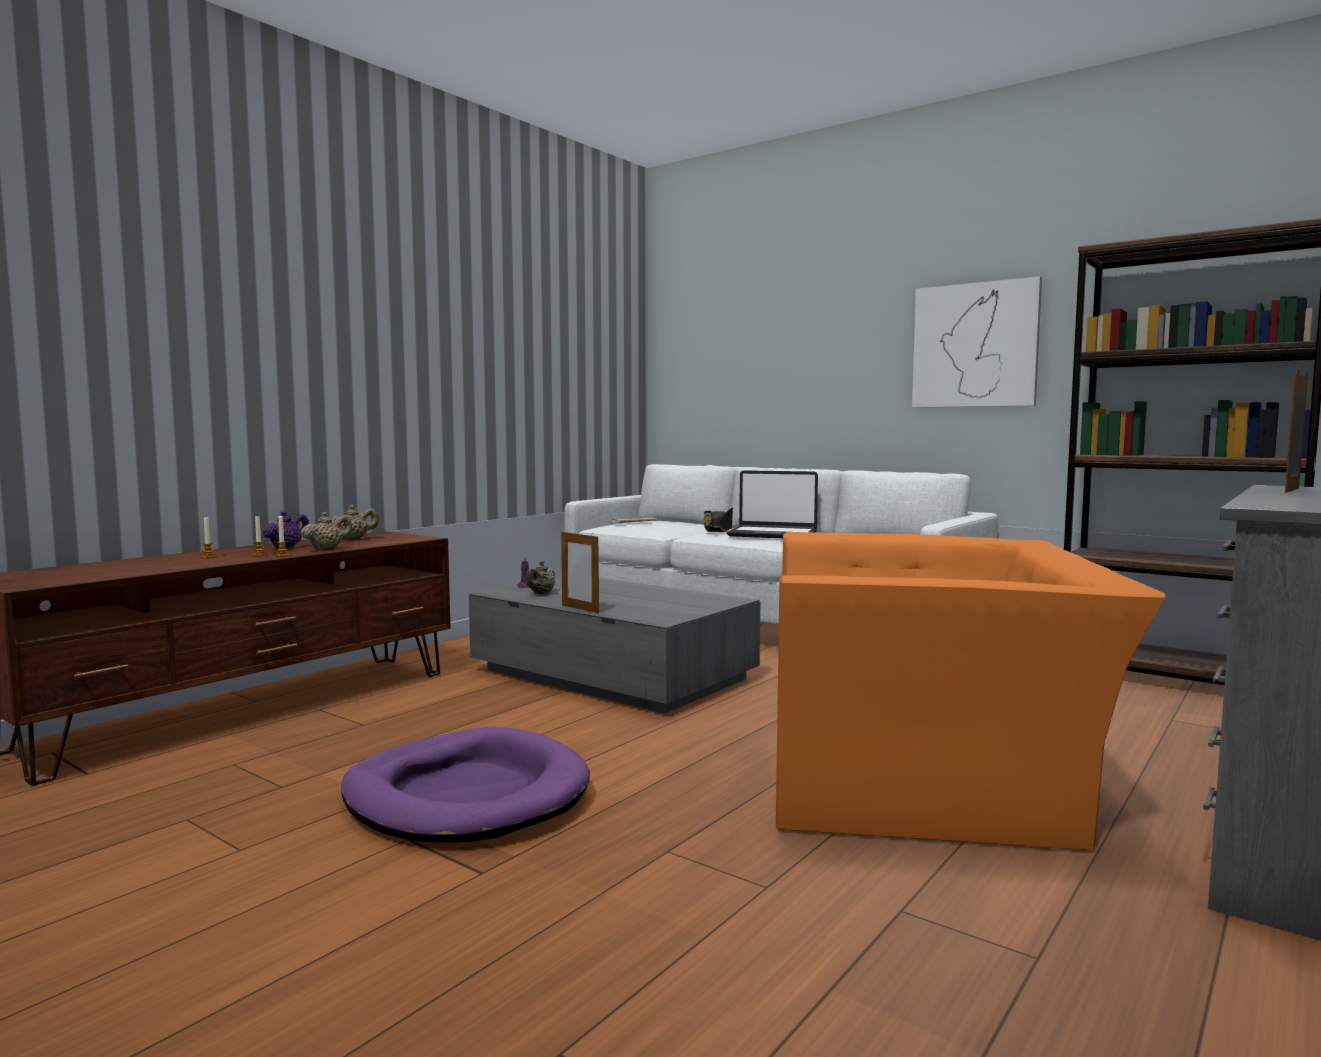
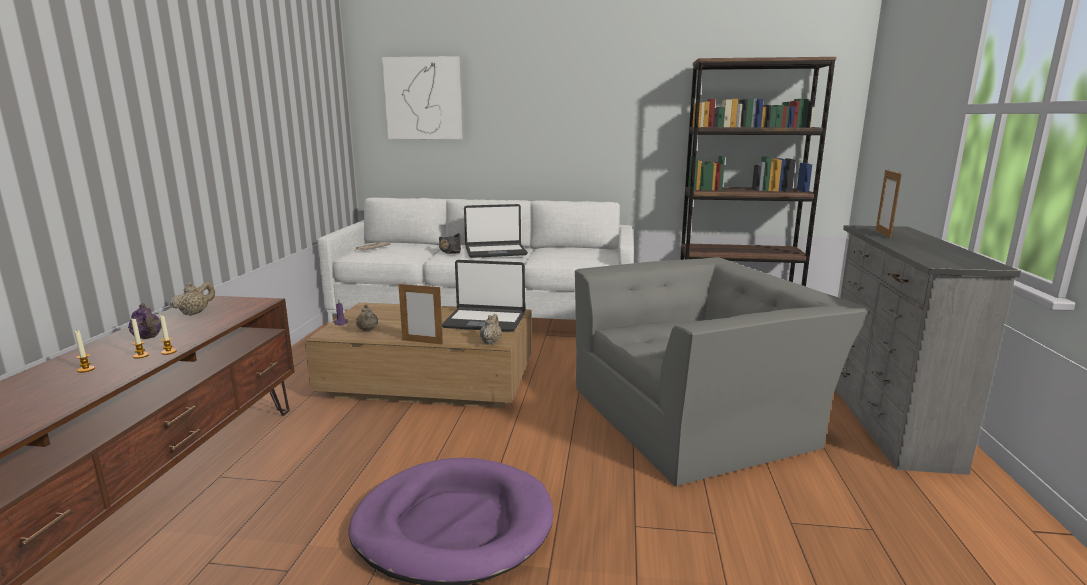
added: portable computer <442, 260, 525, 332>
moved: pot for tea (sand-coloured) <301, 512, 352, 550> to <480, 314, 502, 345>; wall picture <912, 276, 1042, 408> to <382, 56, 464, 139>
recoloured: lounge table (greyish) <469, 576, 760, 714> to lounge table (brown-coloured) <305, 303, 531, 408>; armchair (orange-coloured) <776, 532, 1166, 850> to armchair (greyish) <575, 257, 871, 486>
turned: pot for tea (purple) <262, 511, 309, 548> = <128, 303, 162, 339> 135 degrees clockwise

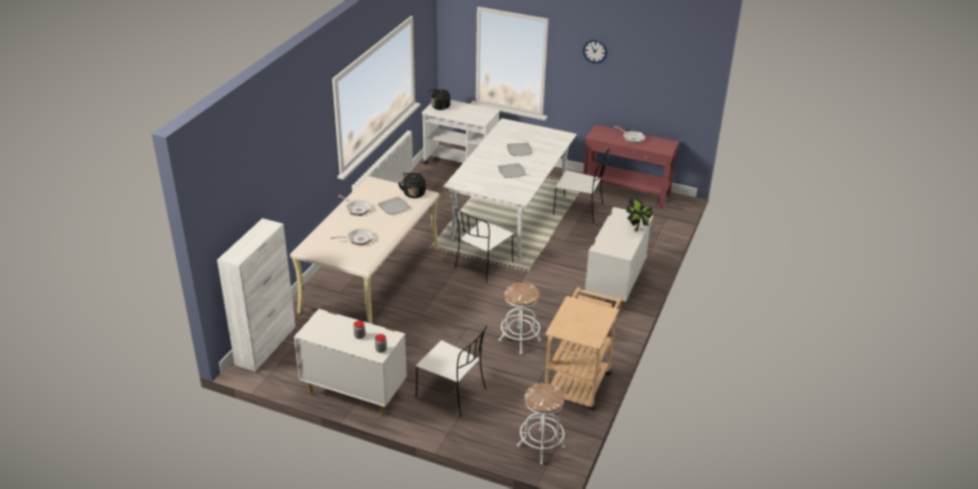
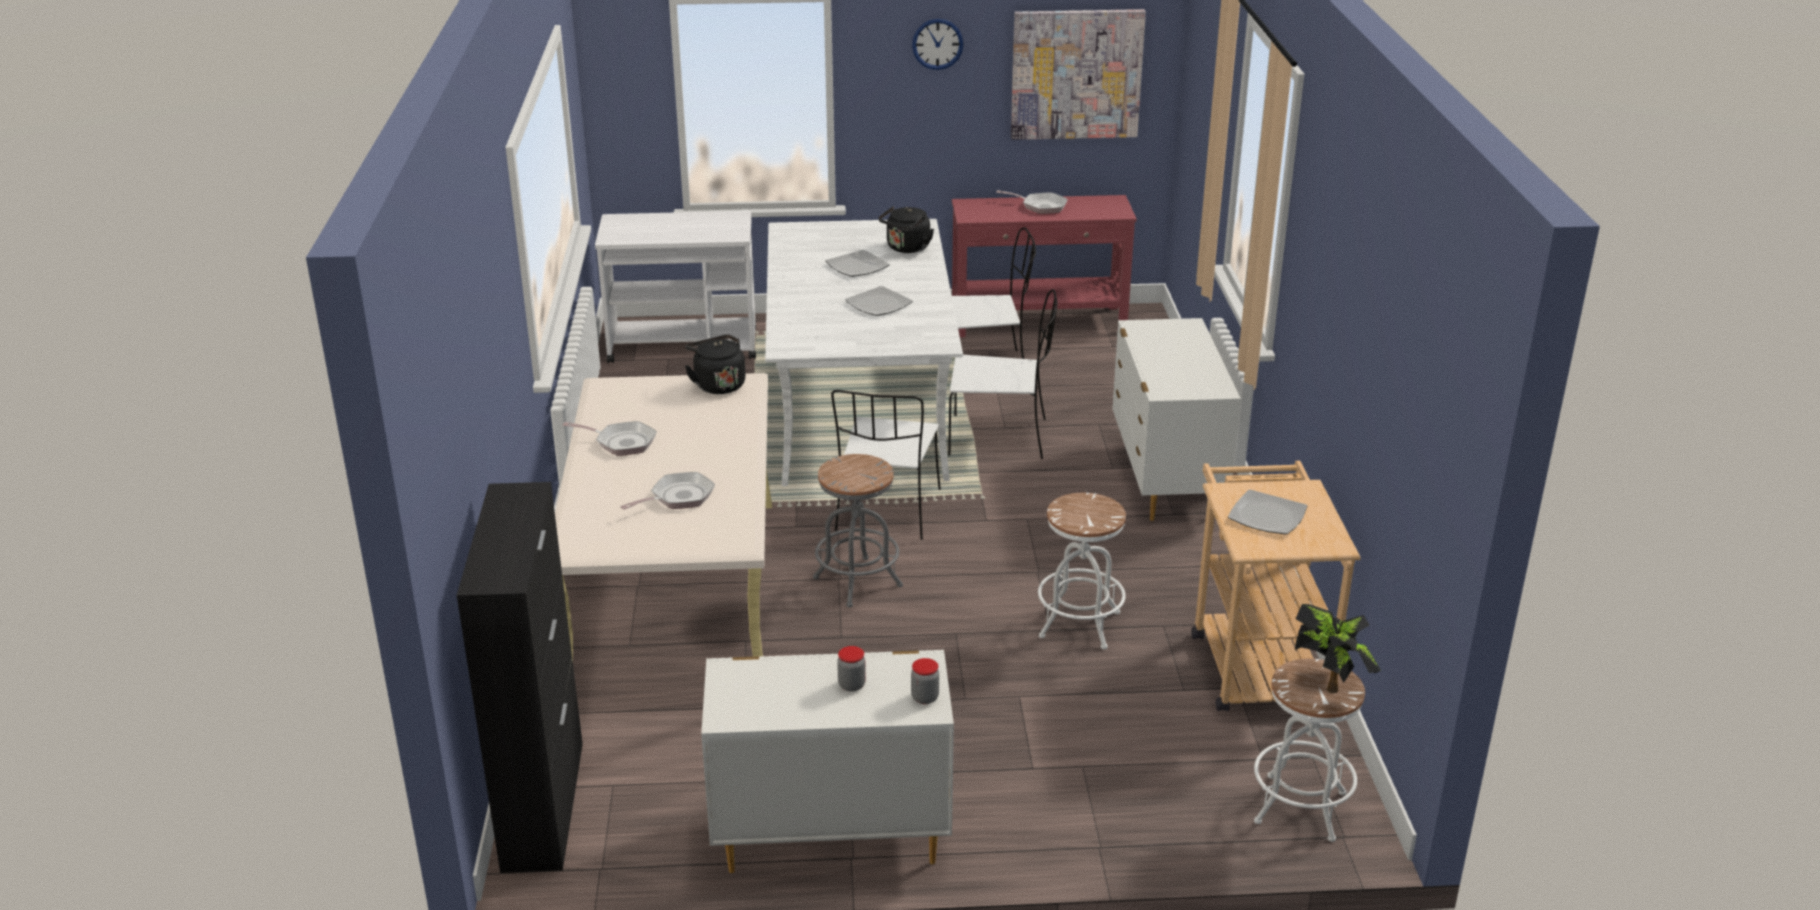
added: sitting stool (greyish) <813, 454, 903, 607>; wall picture <1011, 9, 1146, 140>
moved: dinner plate <378, 197, 410, 215> to <1228, 490, 1307, 534>; plain chair (whitish) <416, 325, 487, 417> to <948, 289, 1057, 459>; tea kettle (black-coloured) <428, 88, 450, 110> to <879, 206, 934, 253>; plant in a pot <626, 197, 652, 232> to <1295, 604, 1381, 693>
recoloured: storage cabinet (whitish) <217, 218, 296, 372> to storage cabinet (black-coloured) <457, 482, 583, 873>

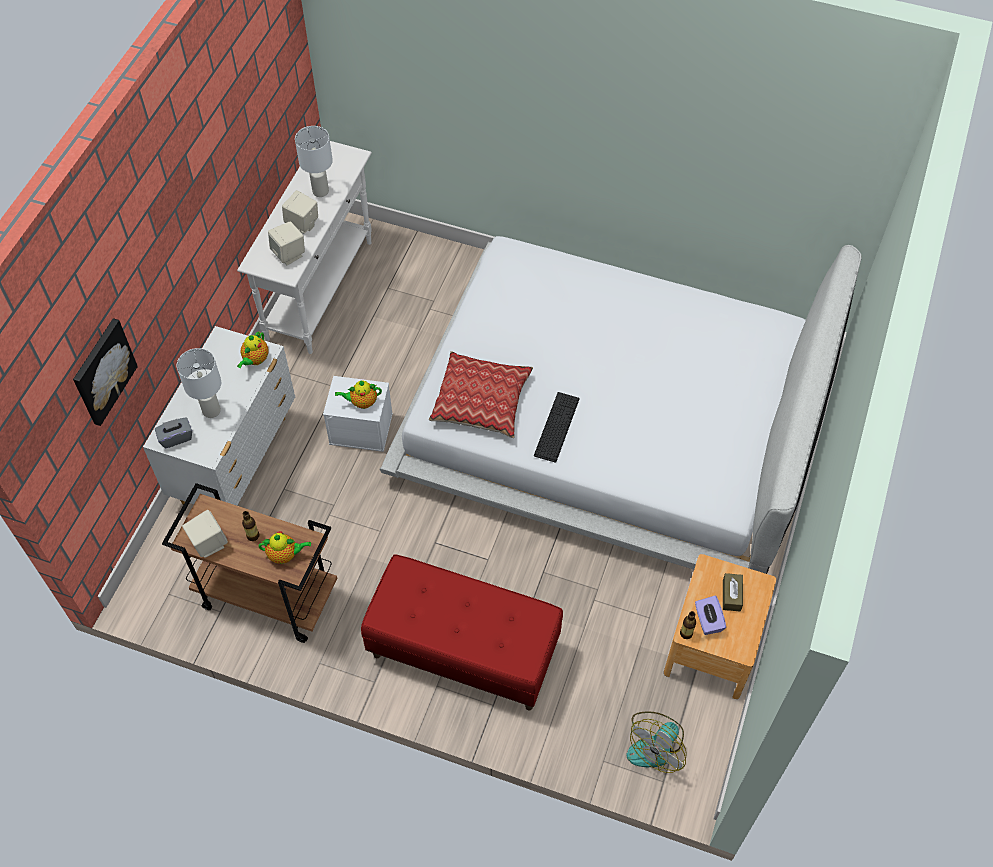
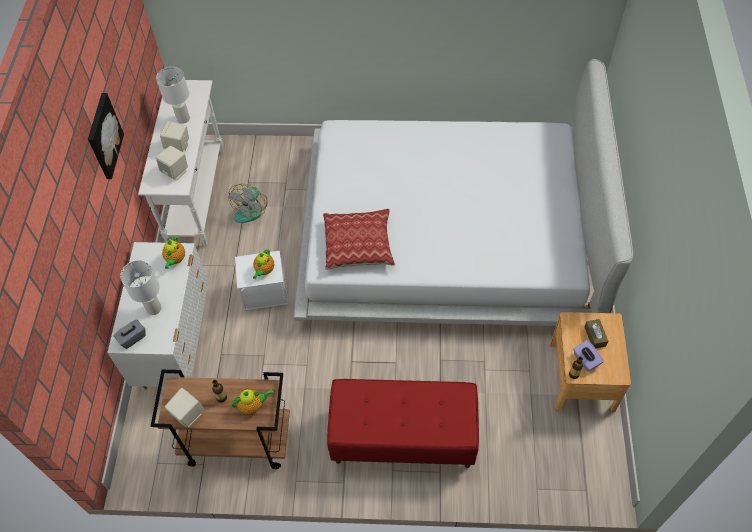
removed: PC keyboard <534, 392, 580, 463>
moved: wall picture <73, 318, 138, 426> to <88, 93, 124, 179>; electric fan <627, 712, 687, 773> to <228, 184, 268, 223>
turned: pot for tea <335, 381, 382, 409> = <253, 249, 274, 279> 45 degrees counterclockwise

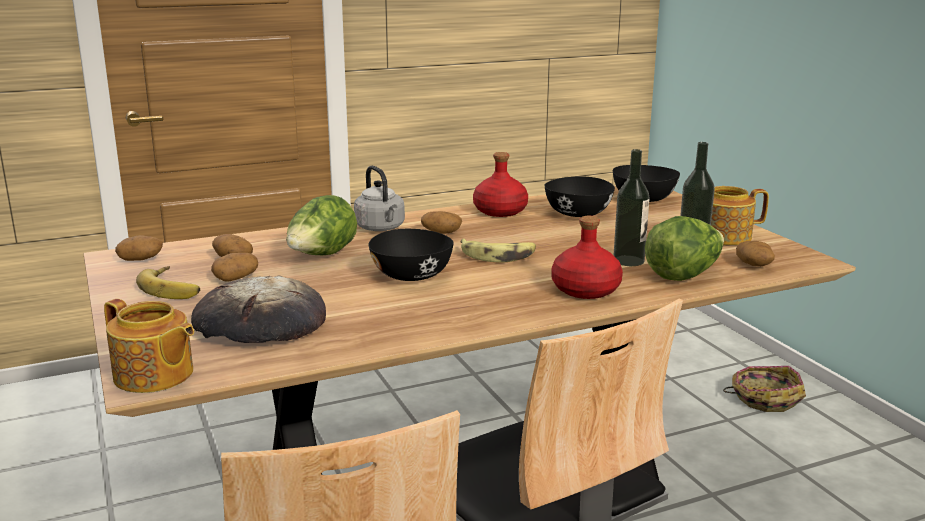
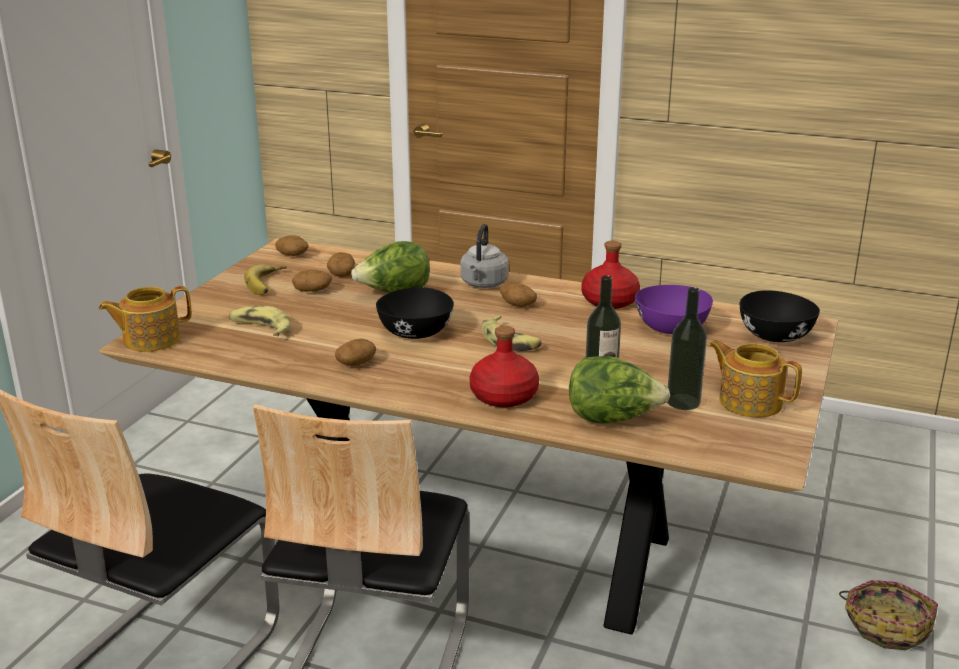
moved: whole potato <736, 241, 775, 266> to <335, 339, 376, 366>
replaced: bread <191, 276, 326, 343> to whole banana <229, 306, 291, 336>
recoloured: bowl (black-coloured) <545, 176, 615, 217> to bowl (purple) <635, 285, 713, 334>
turned: pot for tea <104, 299, 194, 393> = <99, 286, 192, 352> 75 degrees clockwise

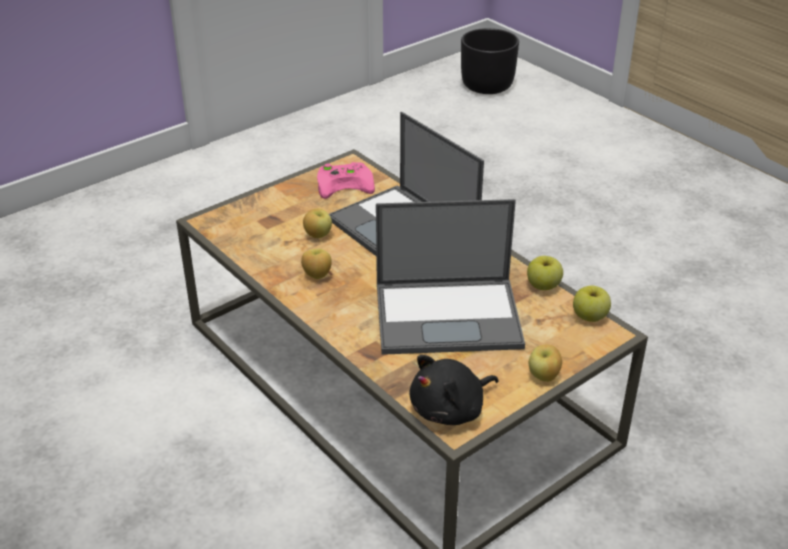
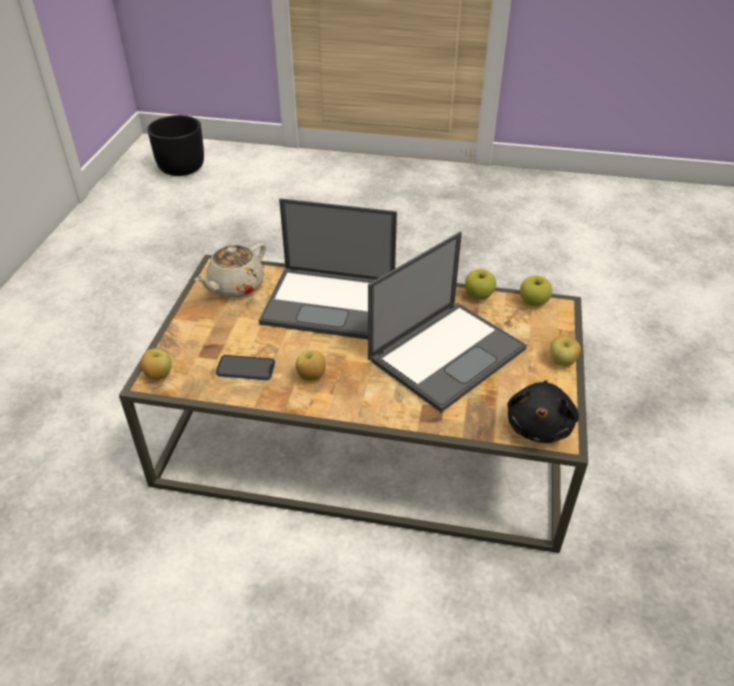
added: telephone <216, 355, 275, 380>
moved: whole apple <303, 208, 332, 238> to <141, 349, 172, 380>
replaced: joypad (pinkish) <317, 162, 375, 199> to pot for tea (sand-coloured) <195, 243, 266, 297>

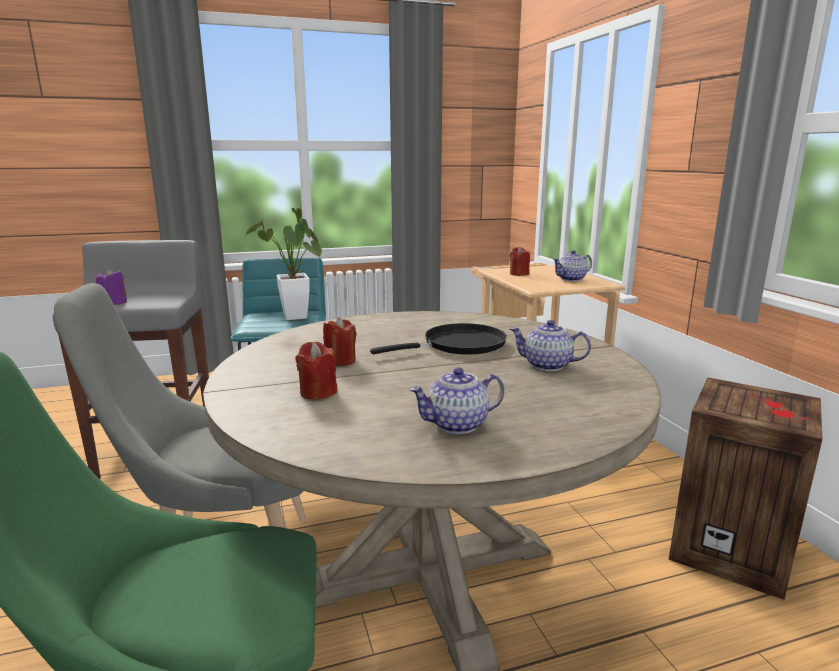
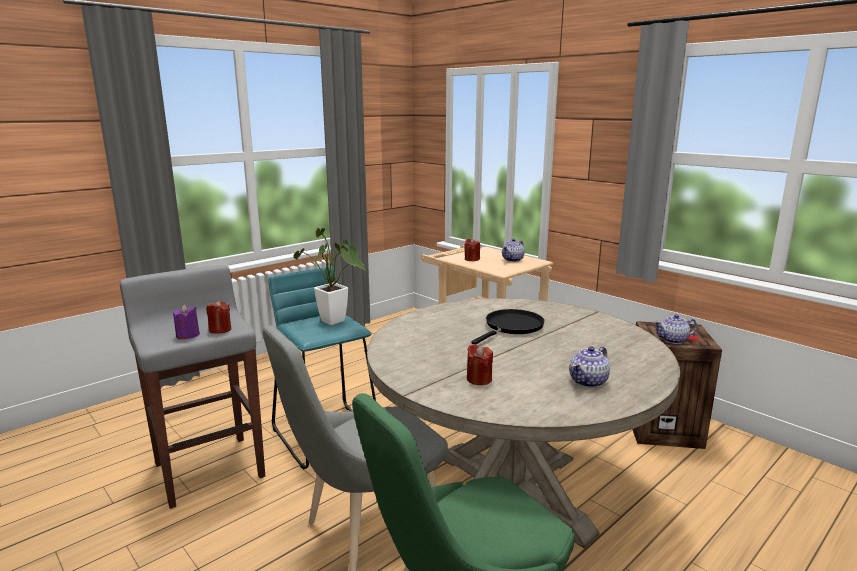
moved: wax light (red-coloured) <323, 317, 357, 366> to <206, 300, 231, 334>; pot for tea <509, 320, 591, 371> to <654, 314, 697, 344>

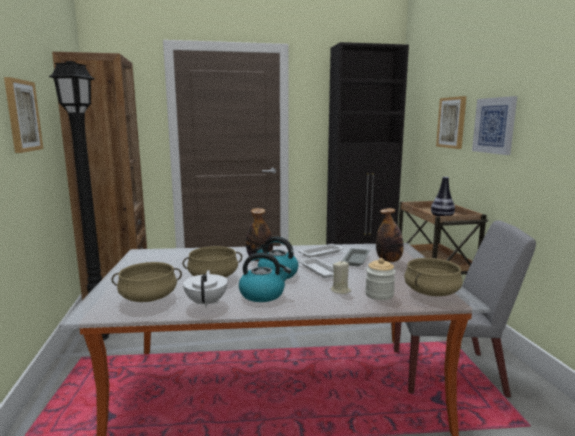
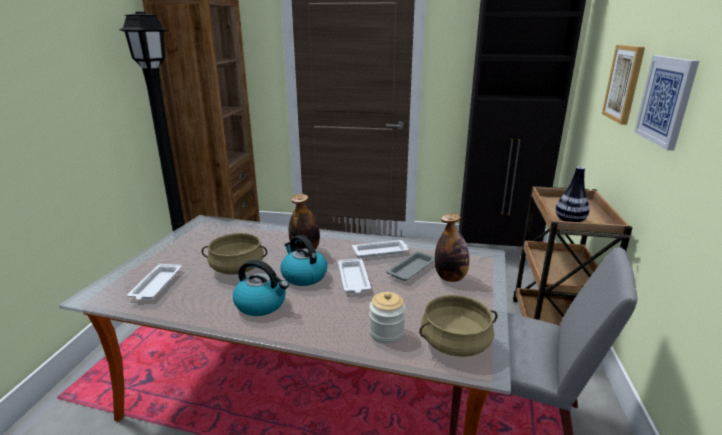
removed: wall picture <4, 77, 43, 153>; pot for tea (whitish) <183, 270, 228, 308>; wax light (sand-coloured) <331, 260, 351, 294>
replaced: stockpot (sand-coloured) <112, 262, 182, 302> to serving tray (whitish) <127, 264, 182, 300>

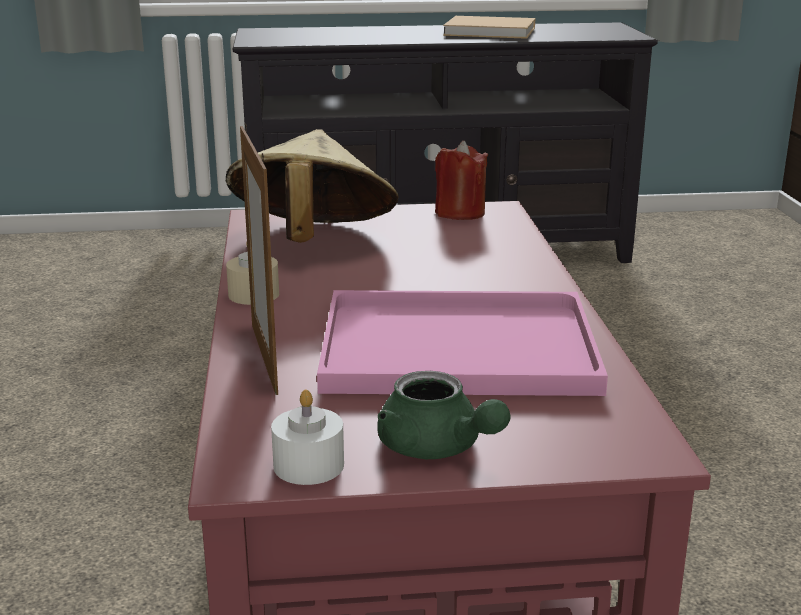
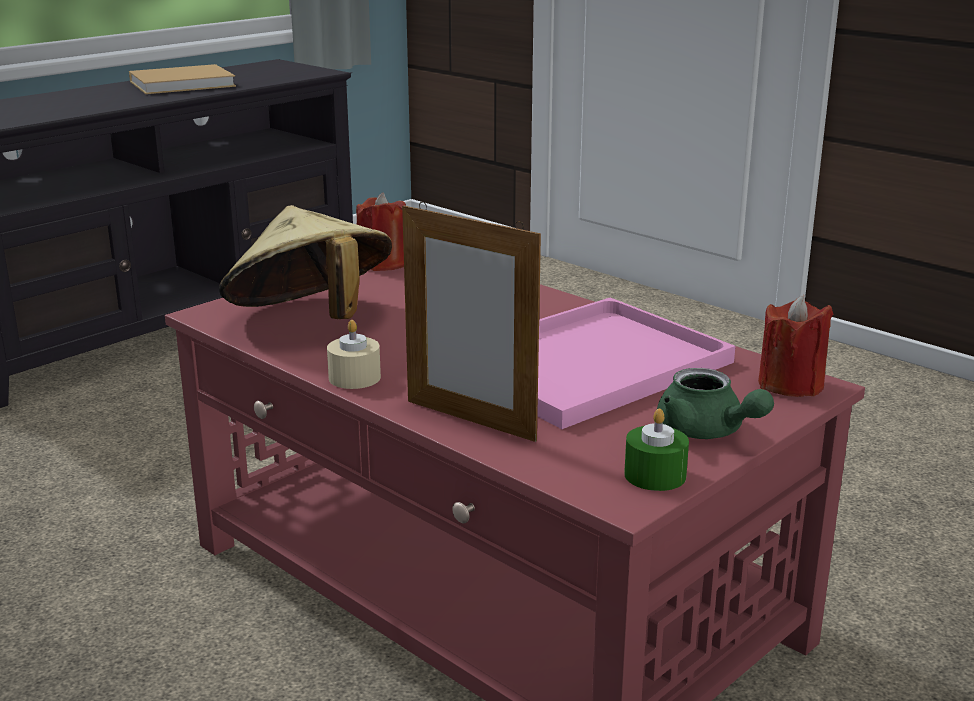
added: wax light (red-coloured) <758, 295, 833, 397>
recoloured: wax light (whitish) <271, 390, 344, 485> to wax light (green) <624, 408, 689, 491>
turned: pot for tea (green) <377, 371, 511, 459> = <657, 368, 774, 439> 45 degrees clockwise

